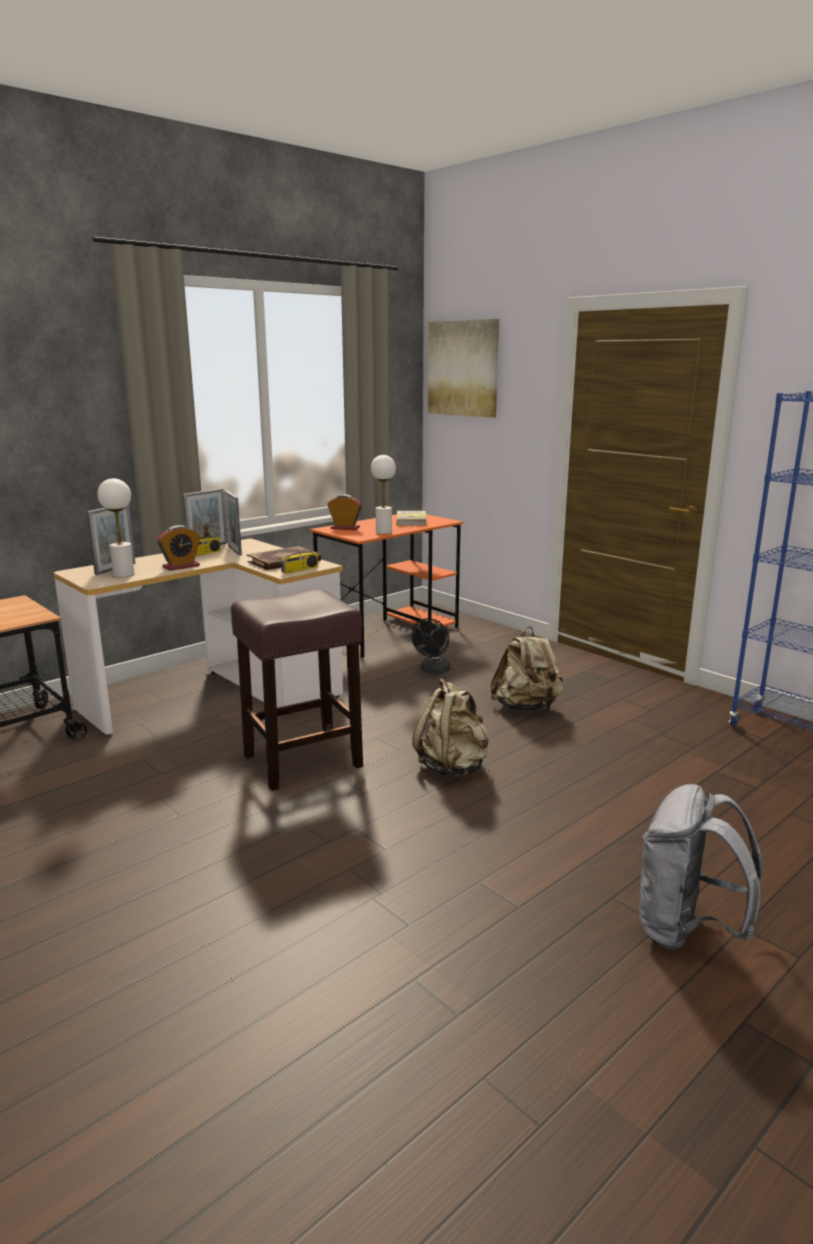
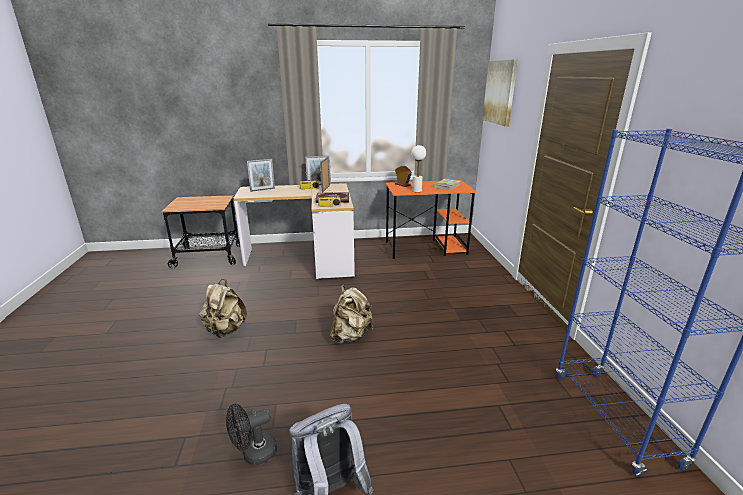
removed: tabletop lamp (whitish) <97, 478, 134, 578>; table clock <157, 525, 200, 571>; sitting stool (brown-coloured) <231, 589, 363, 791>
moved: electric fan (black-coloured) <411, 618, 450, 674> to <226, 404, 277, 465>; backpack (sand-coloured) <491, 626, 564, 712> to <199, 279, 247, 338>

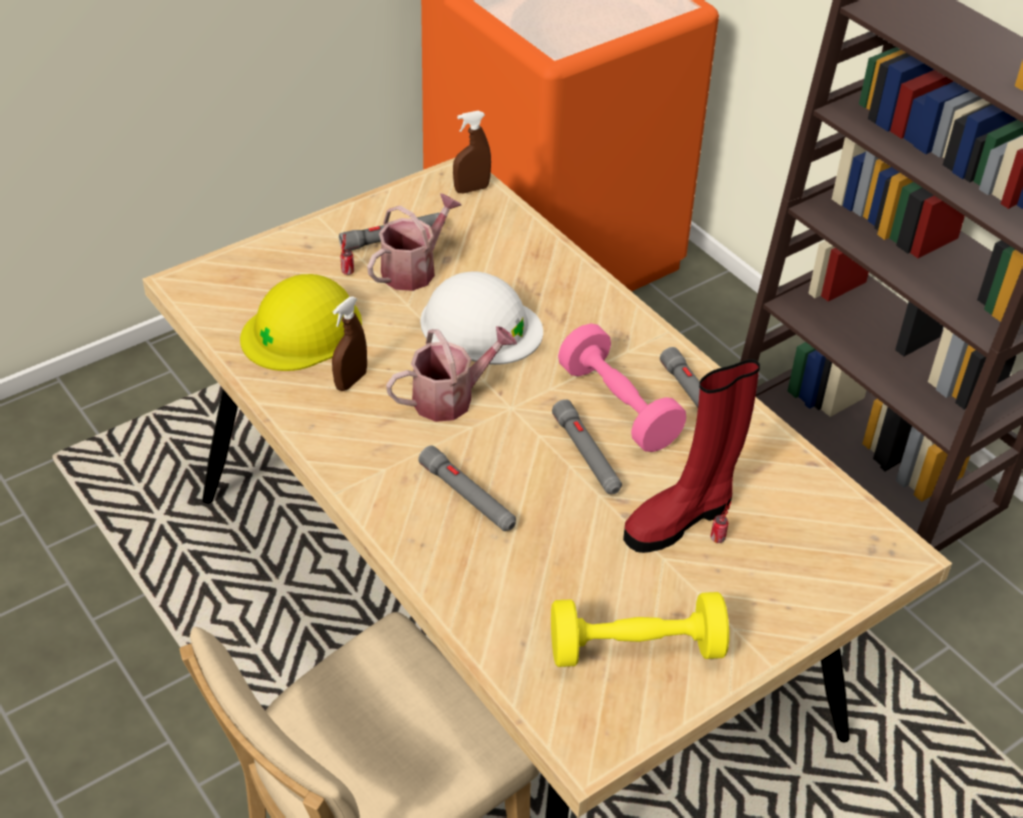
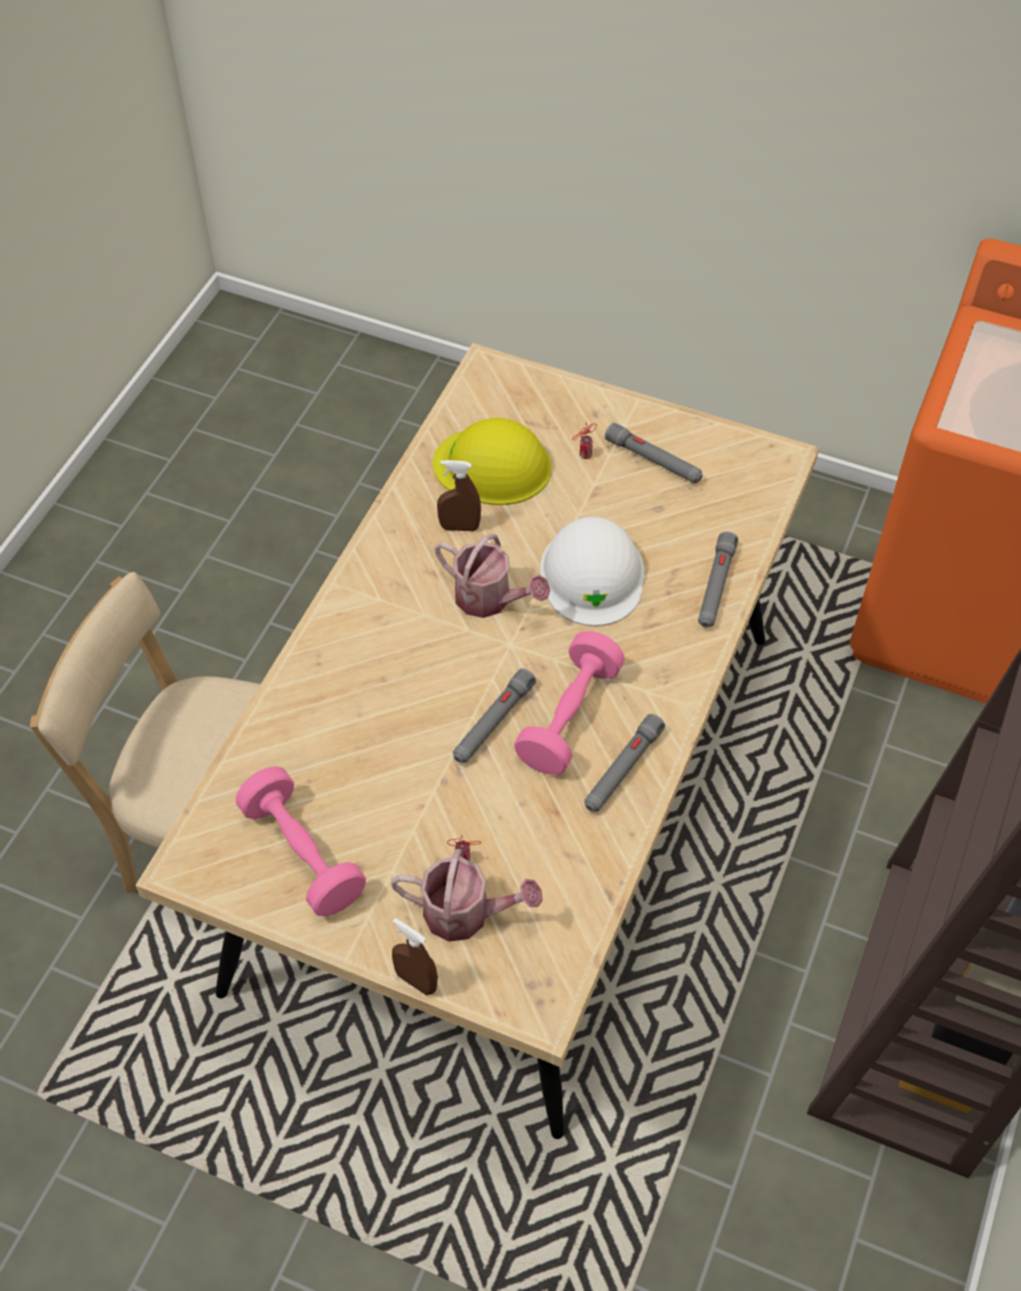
removed: high-top boot (red-coloured) <623, 359, 760, 553>
moved: sprinkling can <367, 194, 461, 291> to <391, 849, 543, 942>; hand torch (greyish) <418, 445, 516, 531> to <698, 531, 738, 628>; hand sprayer (brown-coloured) <453, 111, 491, 193> to <392, 918, 438, 995>
recoloured: hand weight (yellow) <551, 592, 729, 667> to hand weight (pinkish) <236, 766, 366, 916>

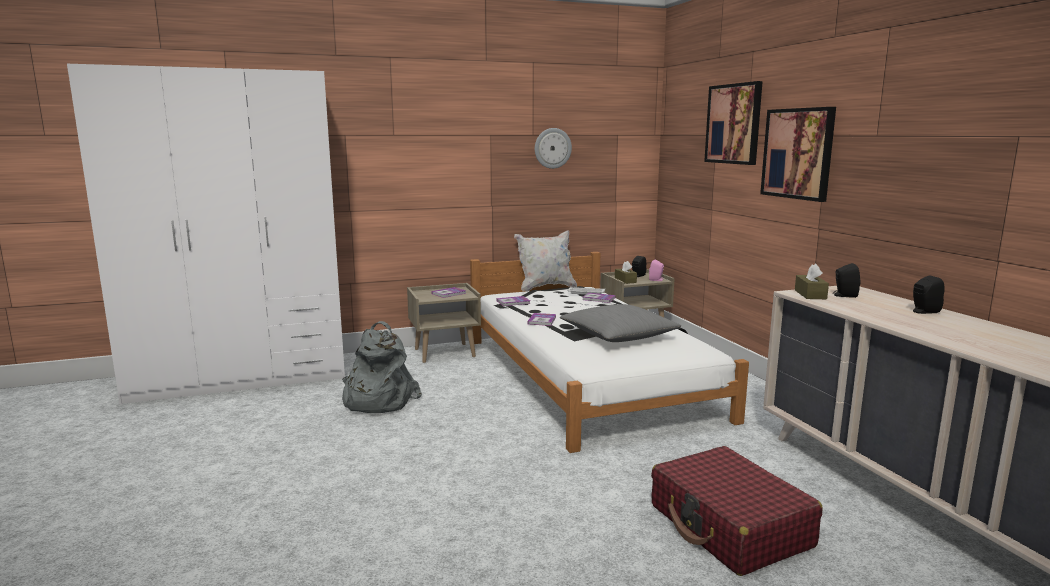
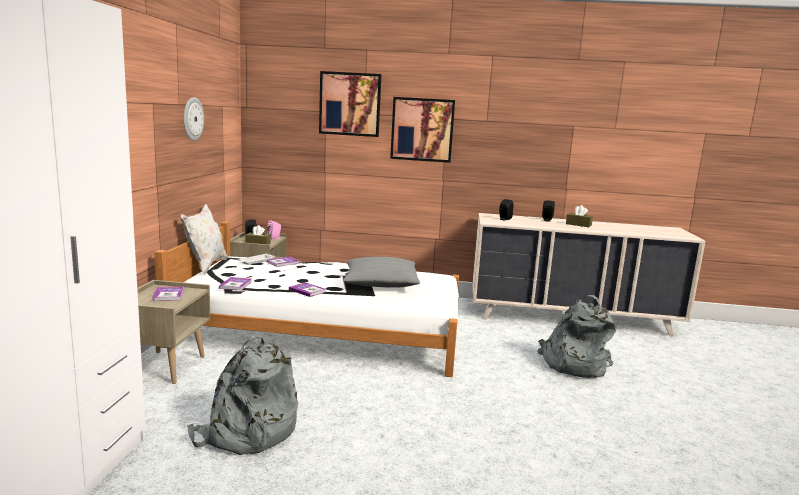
moved: box of tissues (brown-coloured) <795, 264, 829, 299> to <566, 205, 593, 227>
replaced: travel case (red-coloured) <651, 446, 822, 576> to backpack (greyish) <538, 295, 617, 378>

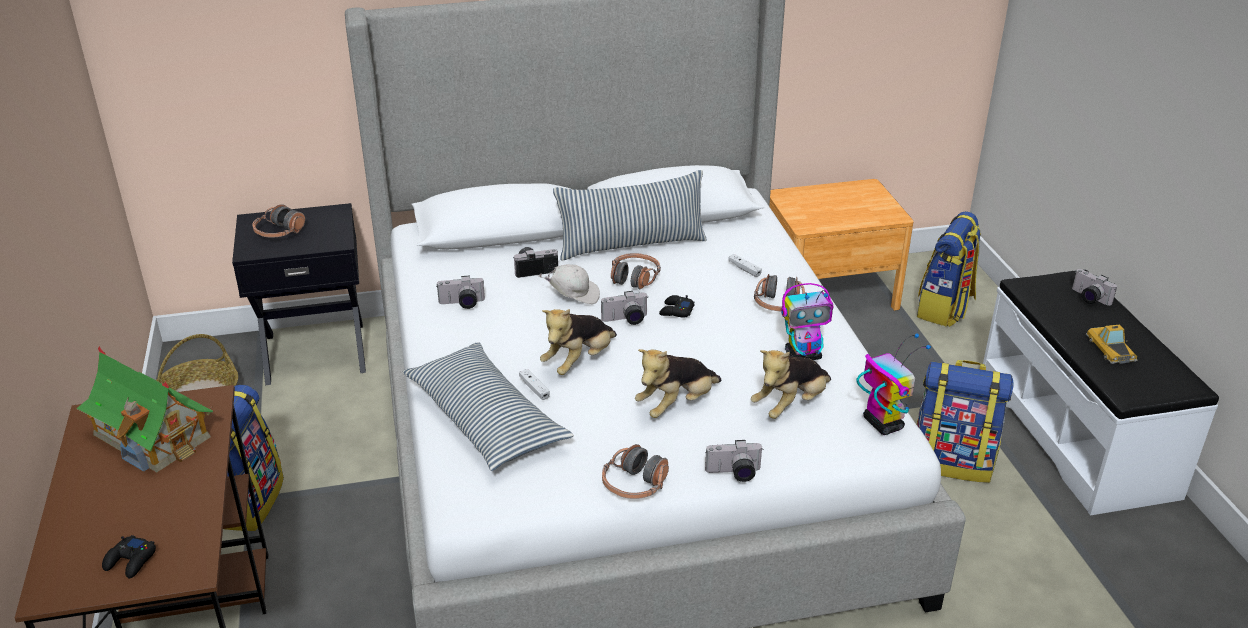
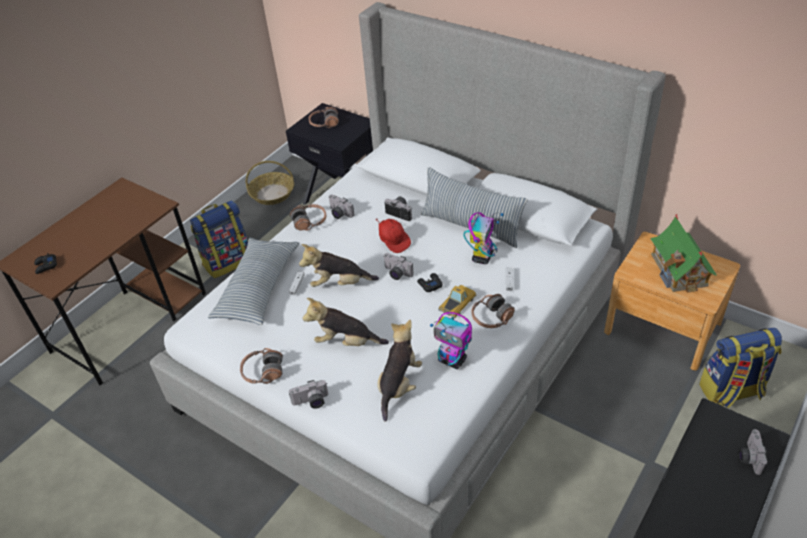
removed: backpack <917, 360, 1013, 483>
moved: miniature house <76, 346, 213, 473> to <650, 214, 717, 293>; pair of headphones <611, 253, 661, 289> to <290, 204, 326, 231>; model robot <856, 333, 931, 435> to <463, 212, 504, 264>; model car <1086, 325, 1137, 364> to <438, 285, 476, 318>
recoloured: cap (whitish) <539, 264, 600, 304> to cap (red-coloured) <376, 219, 411, 253>
turned: photo camera <705, 440, 764, 482> = <289, 380, 328, 409> 60 degrees counterclockwise; plush toy <751, 350, 831, 419> = <377, 320, 422, 422> 105 degrees clockwise

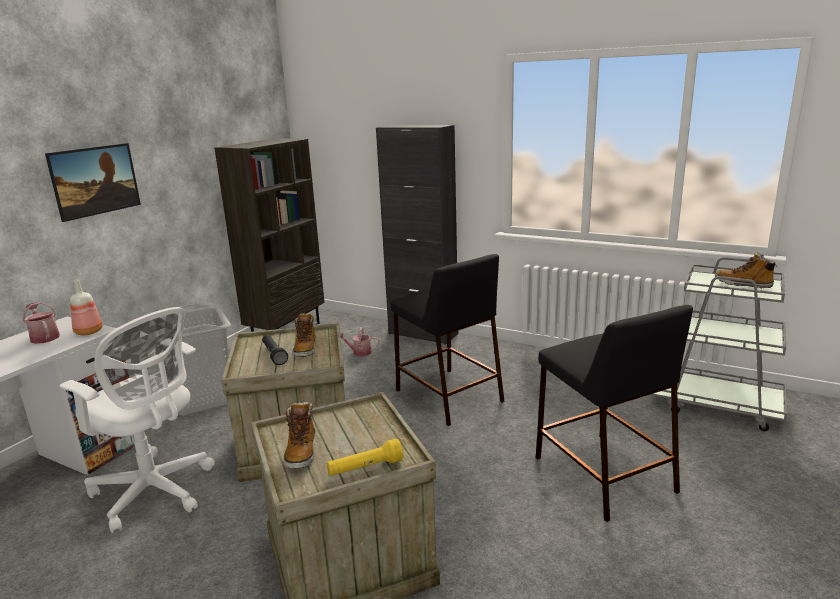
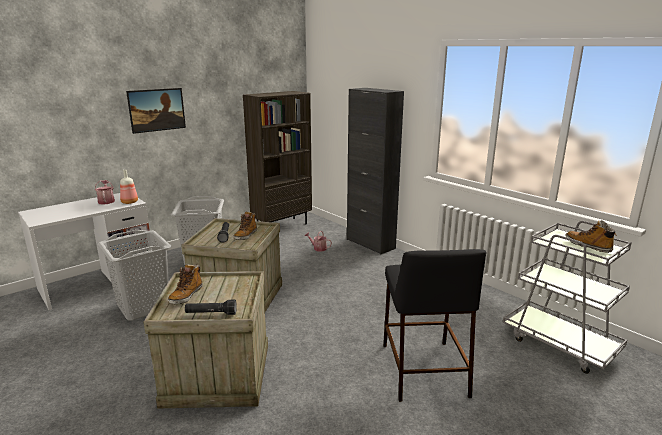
removed: sitting stool (black-coloured) <391, 254, 505, 426>
replaced: office chair (whitish) <59, 307, 215, 533> to washing basket (greyish) <97, 230, 171, 320>
recoloured: hand torch (yellow) <327, 438, 403, 476> to hand torch (black-coloured) <185, 300, 237, 315>

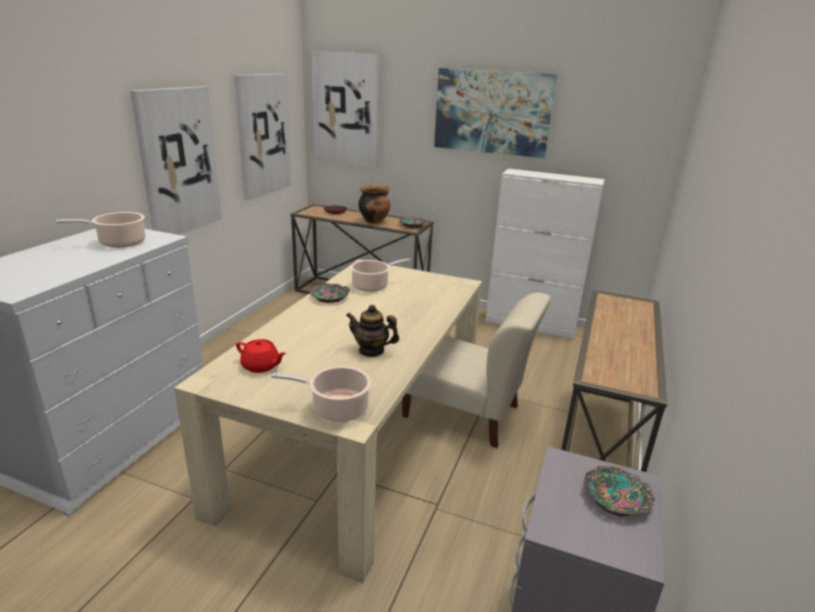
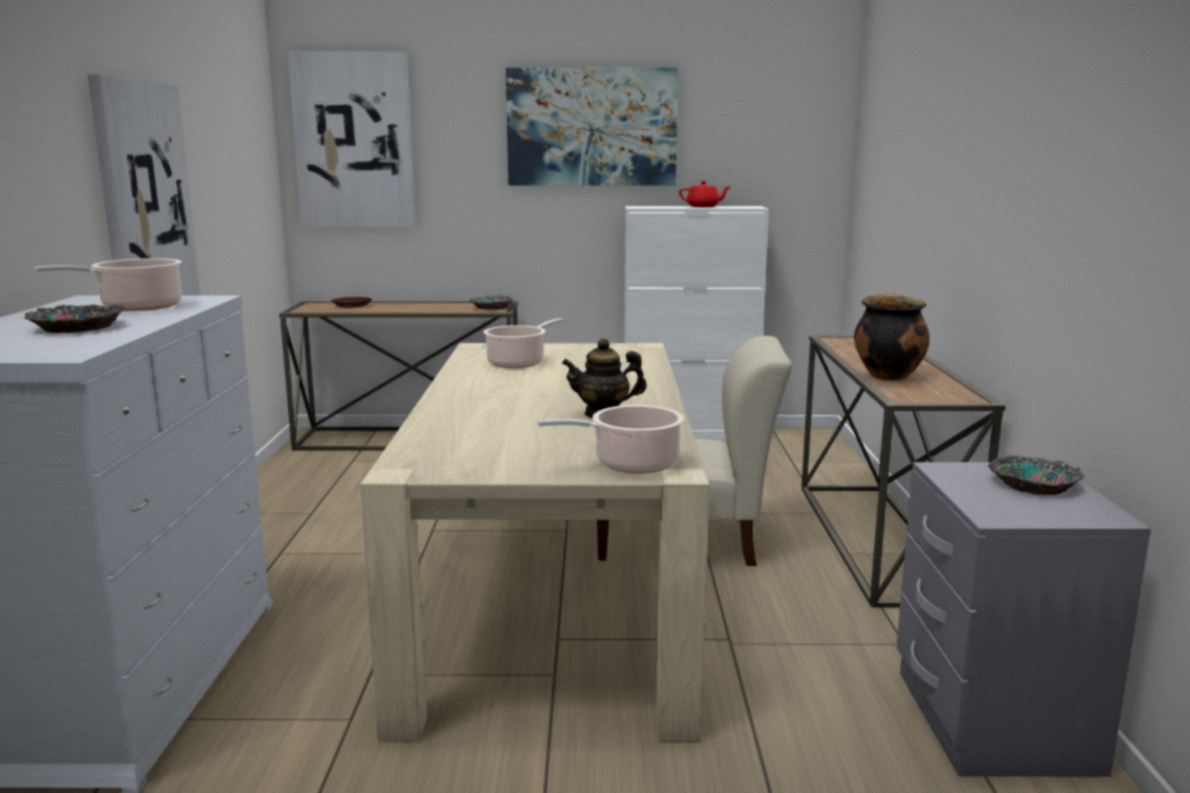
removed: wall picture <234, 74, 291, 201>
moved: pot for tea (red-coloured) <236, 339, 286, 373> to <679, 181, 730, 207>; bowl <309, 283, 350, 303> to <24, 304, 124, 333>; stockpot <358, 185, 391, 224> to <854, 294, 930, 381>

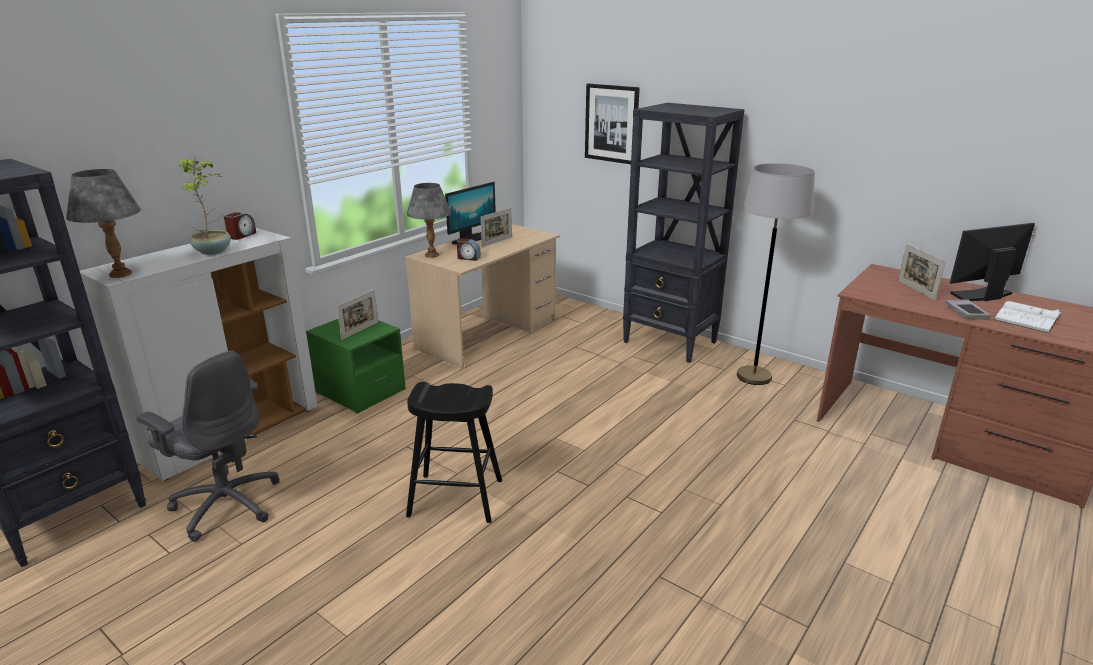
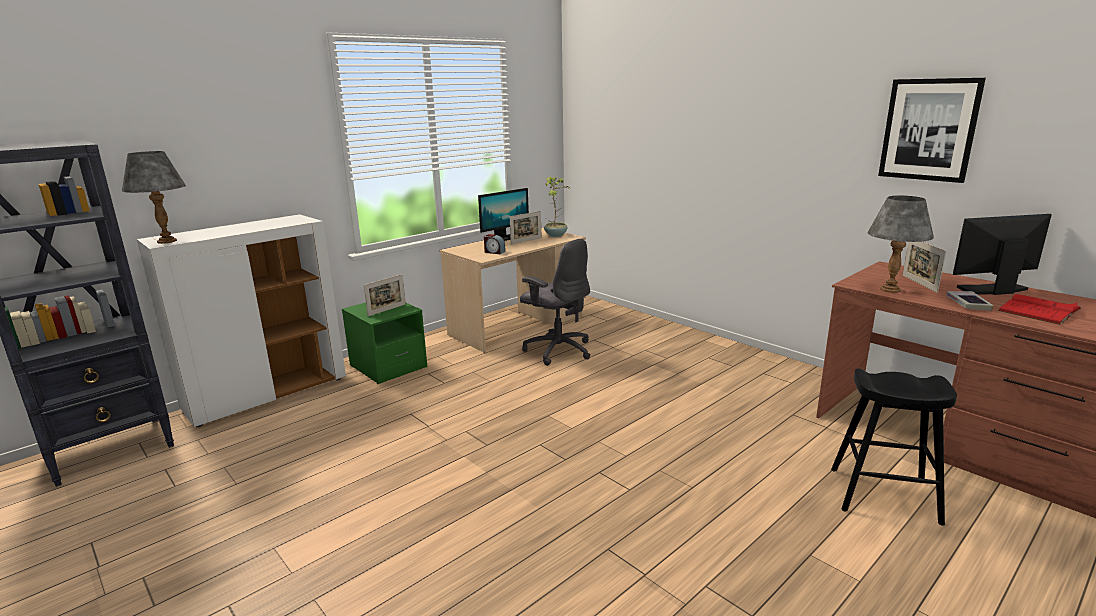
removed: table clock <224, 212, 256, 240>; shelving unit (black-coloured) <623, 103, 745, 363>; standard lamp (greyish) <737, 163, 815, 385>
moved: office chair (greyish) <137, 351, 280, 542> to <520, 239, 590, 366>; plant in a pot <179, 157, 231, 255> to <544, 176, 570, 237>; sitting stool (black-coloured) <406, 382, 502, 523> to <831, 368, 957, 526>; tabletop lamp (greyish) <407, 183, 451, 257> to <867, 195, 934, 293>; wall picture <585, 84, 640, 164> to <878, 78, 986, 183>
recoloured: volume (whitish) <993, 301, 1062, 333> to volume (red-coloured) <998, 294, 1081, 325>

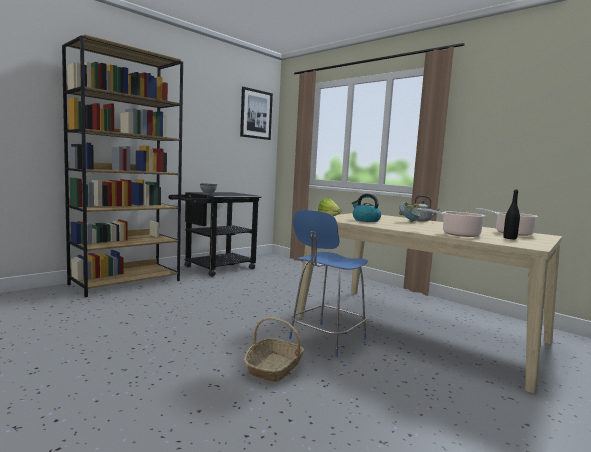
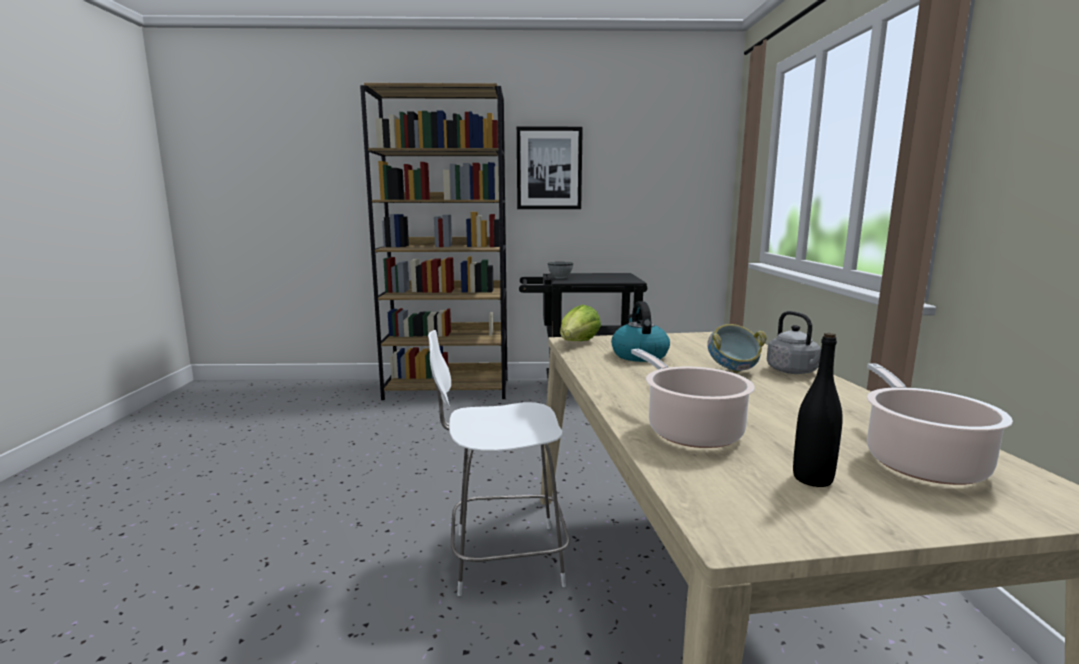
removed: basket <244, 317, 304, 382>
moved: wall picture <240, 87, 273, 140> to <517, 126, 583, 209>
recoloured: plain chair (bluish) <289, 210, 368, 357> to plain chair (whitish) <428, 330, 569, 596>

